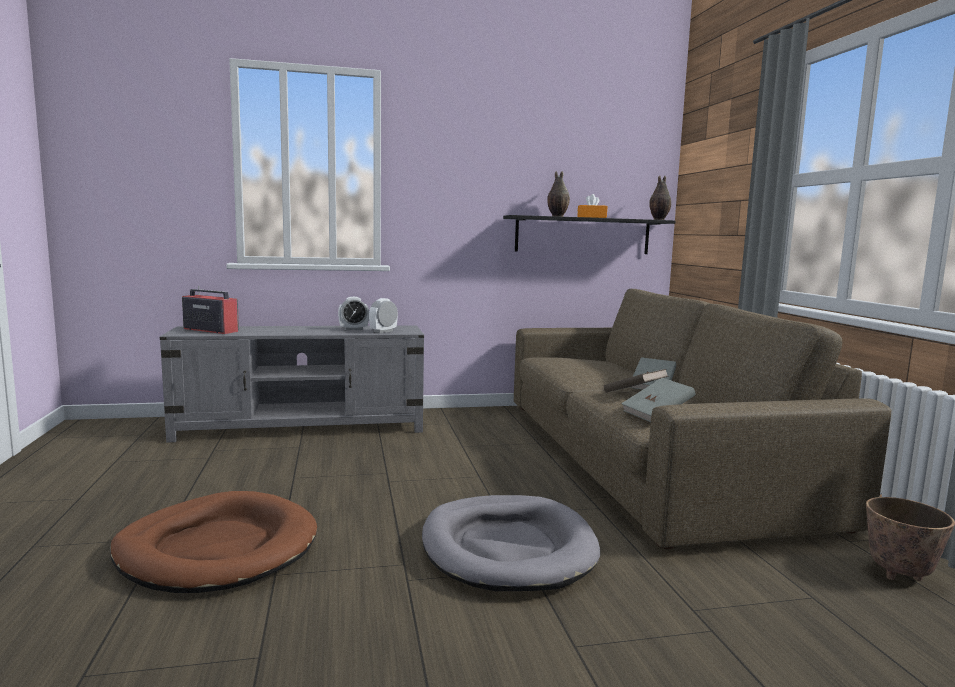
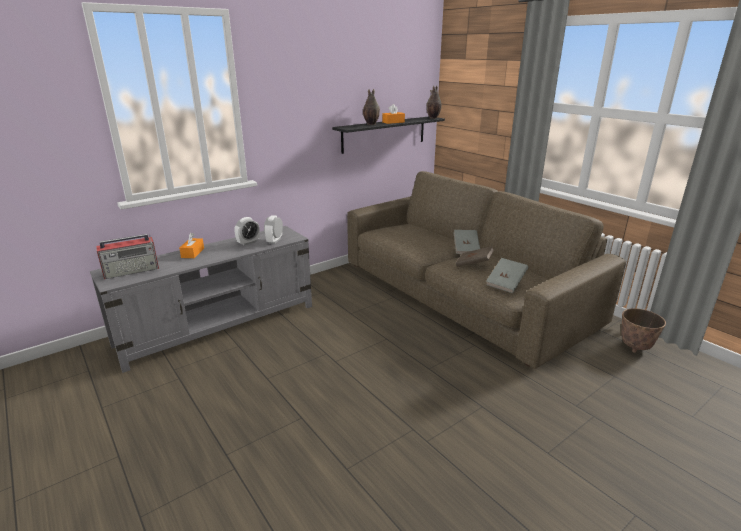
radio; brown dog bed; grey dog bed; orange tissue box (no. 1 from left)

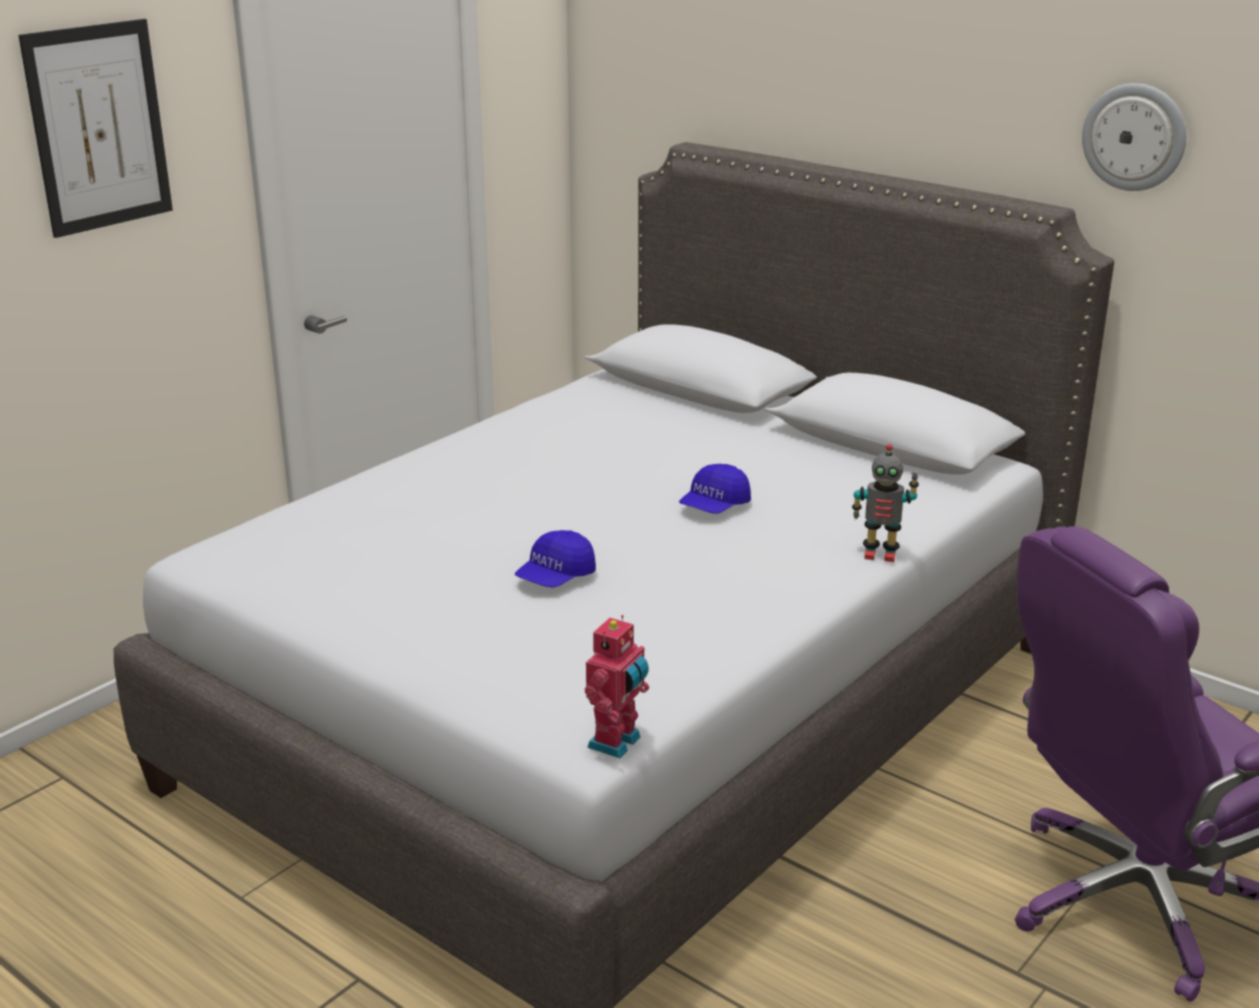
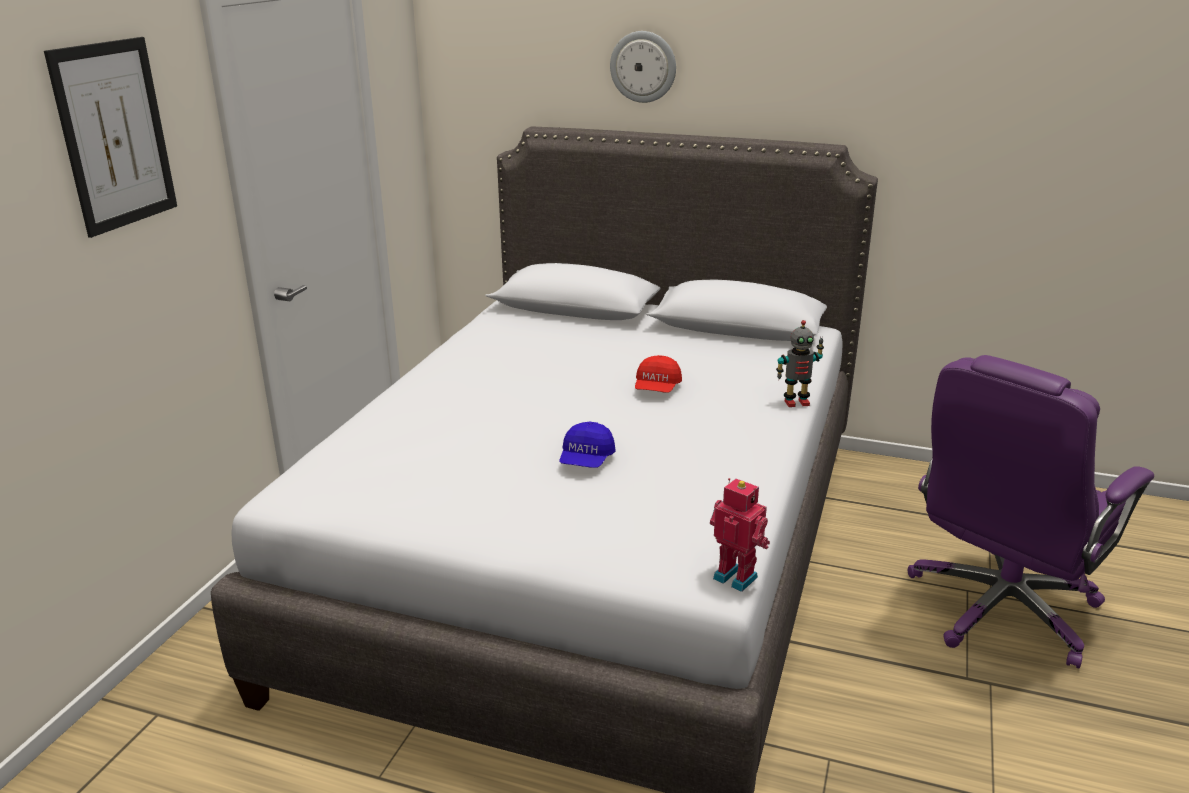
wall clock; red cap; toy robot (no. 1 from left)

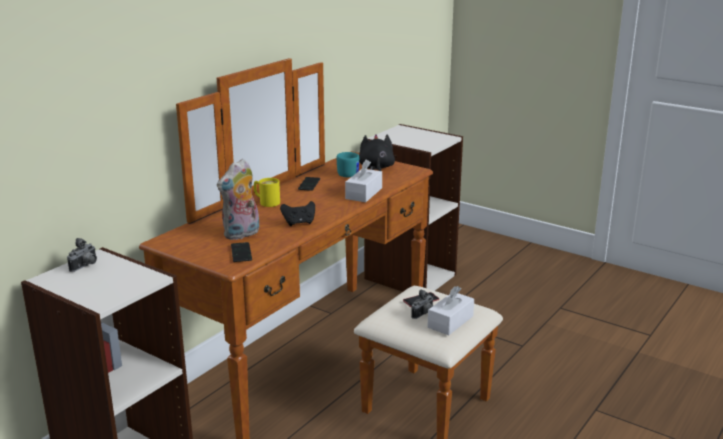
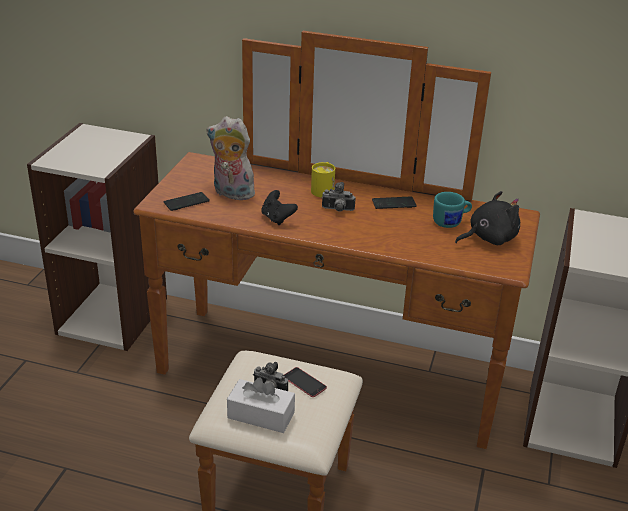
white tissue box (no. 1 from left in the first image); photo camera (no. 2 from left)

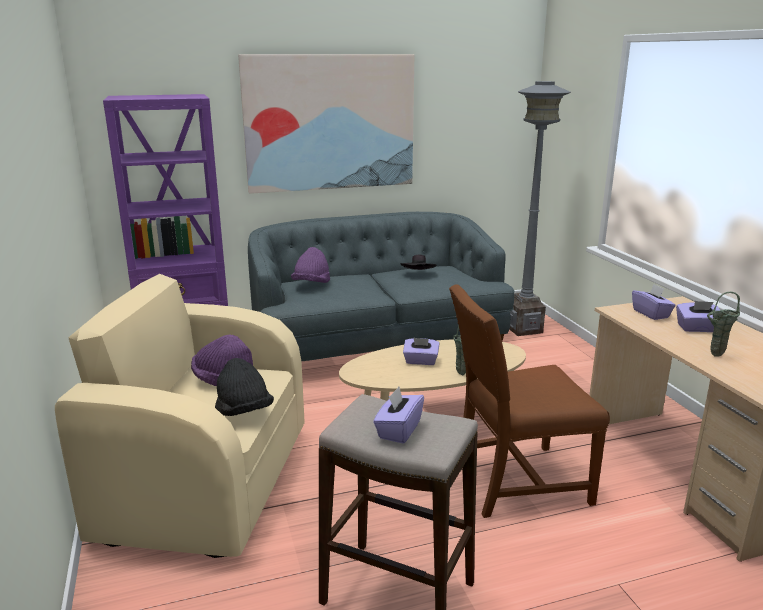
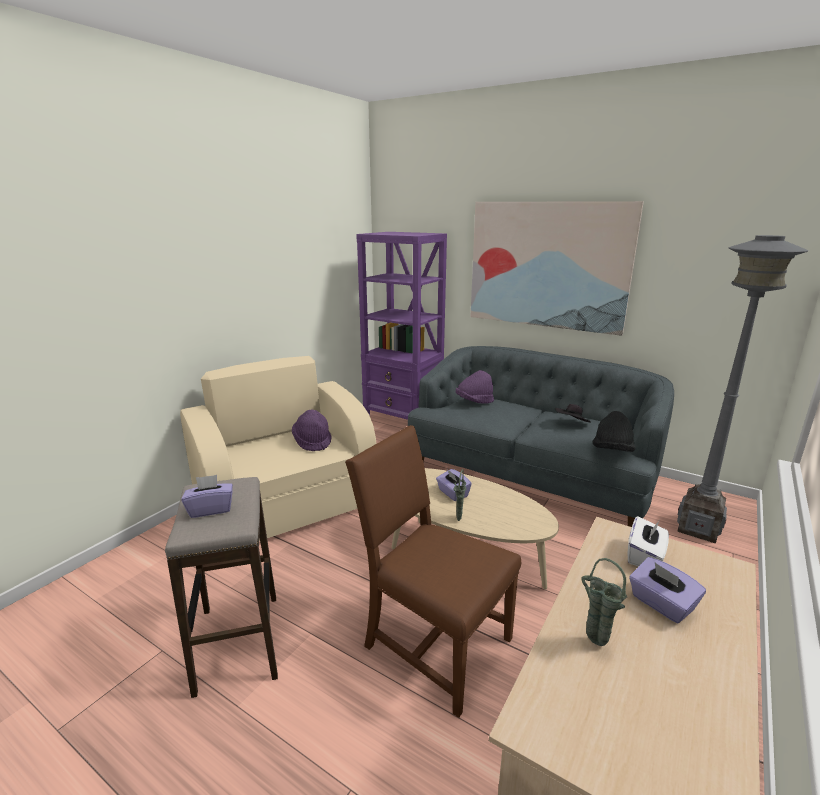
white tissue box; black hat (no. 2 from left)

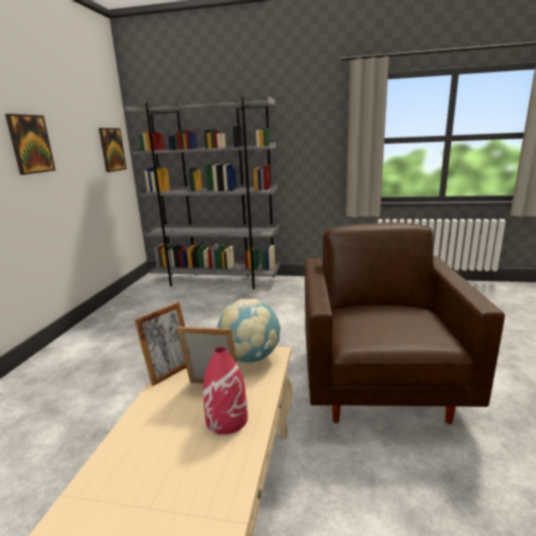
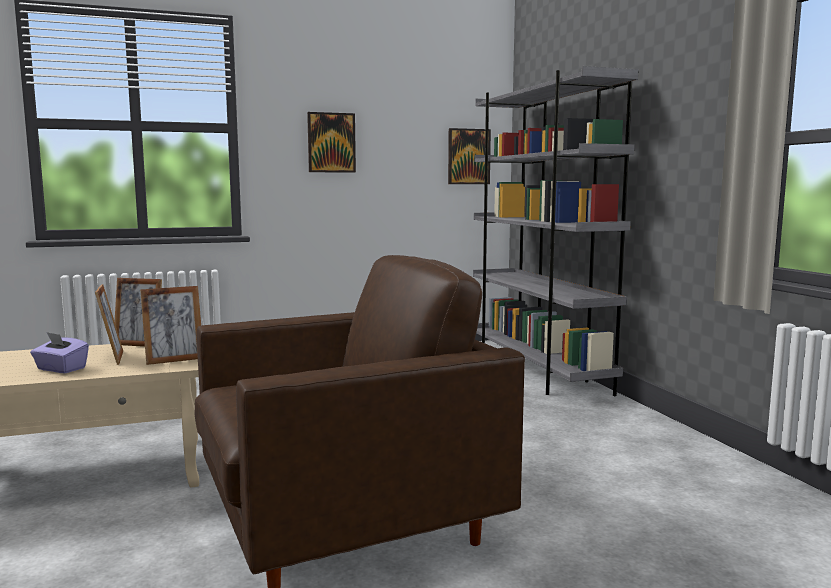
picture frame (no. 3 from left); purple tissue box

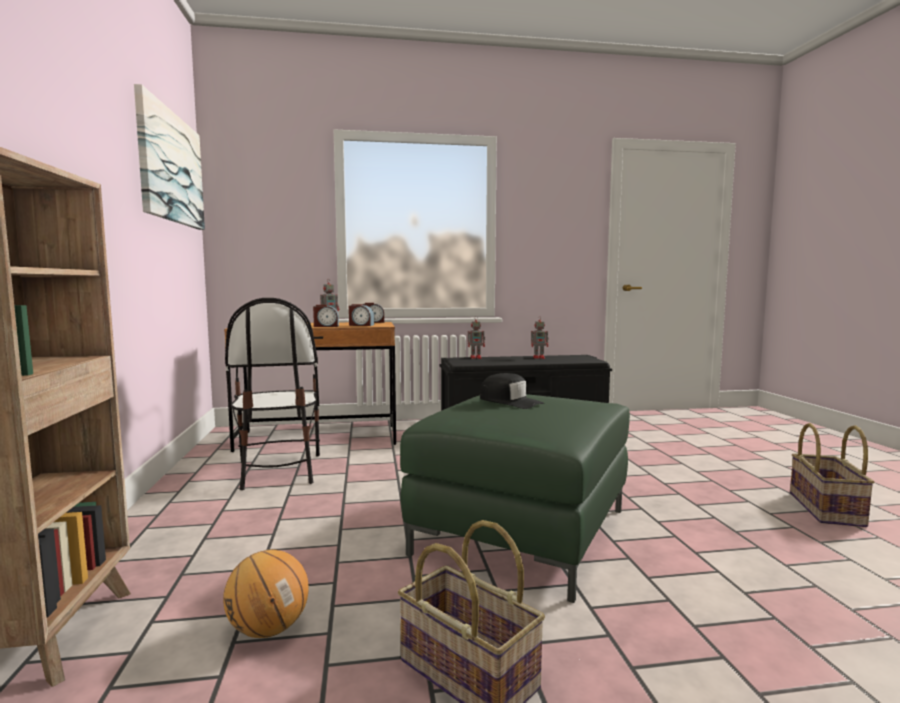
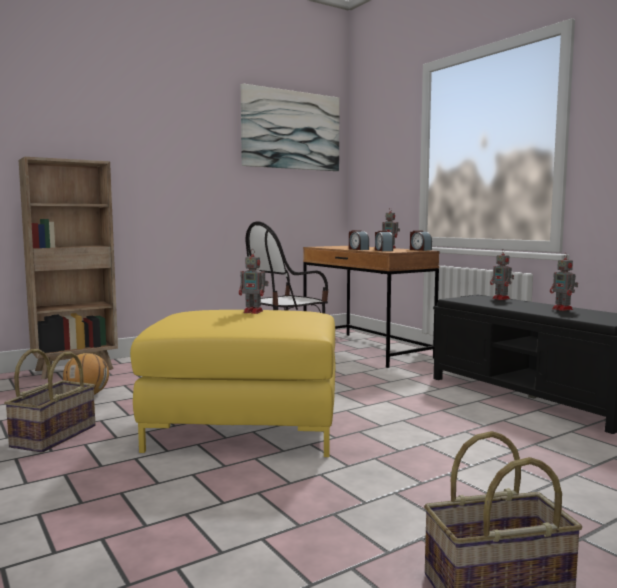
toy robot (no. 1 from left); yellow ottoman

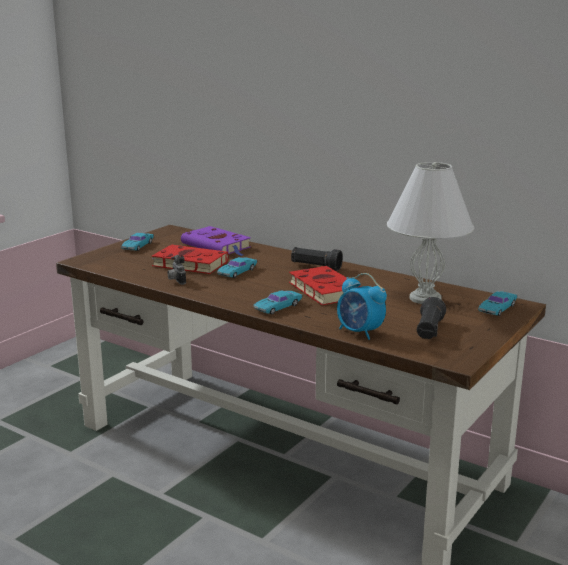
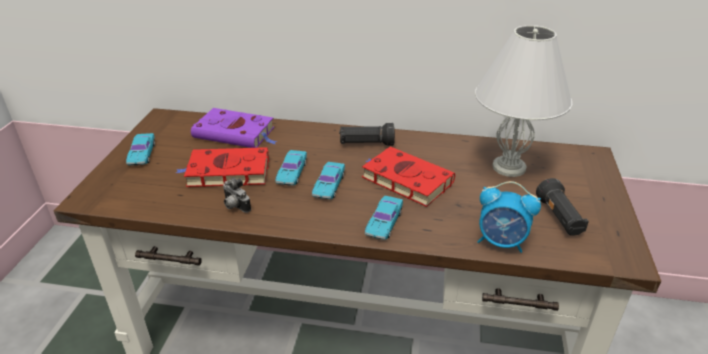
turquoise toy car (no. 3 from left)

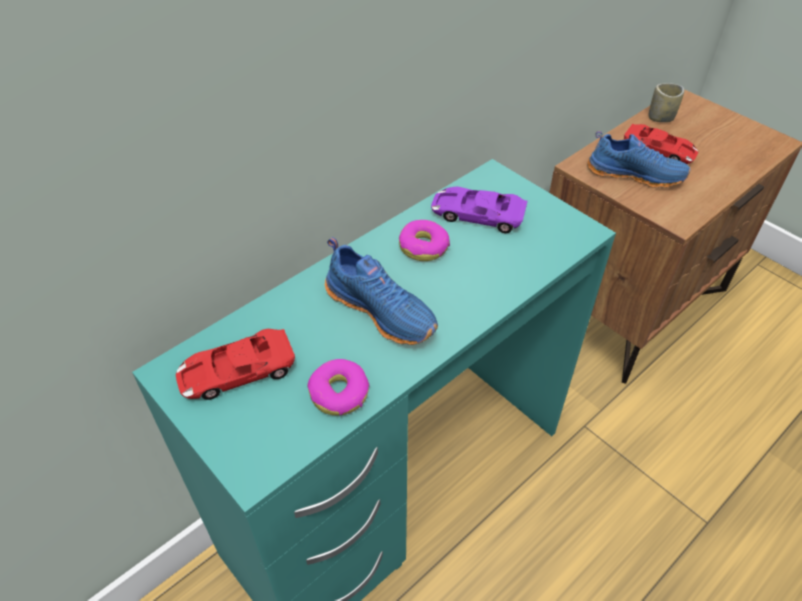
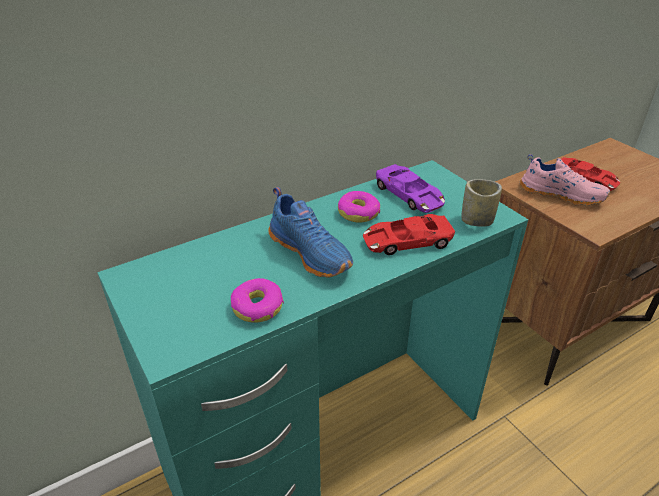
cup; pink shoe; purple toy car; red toy car (no. 1 from left)

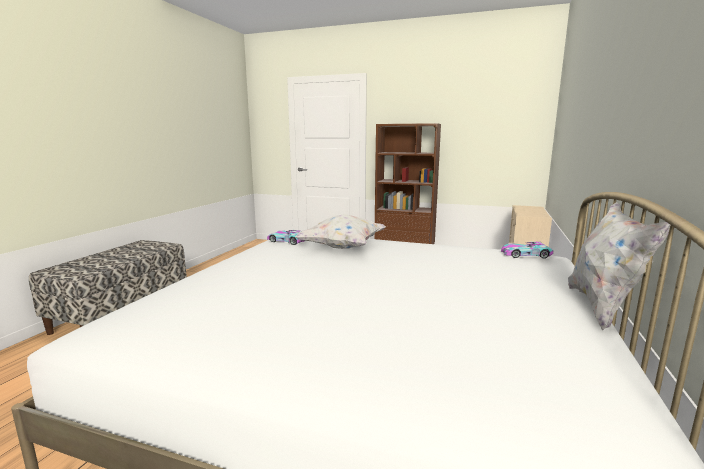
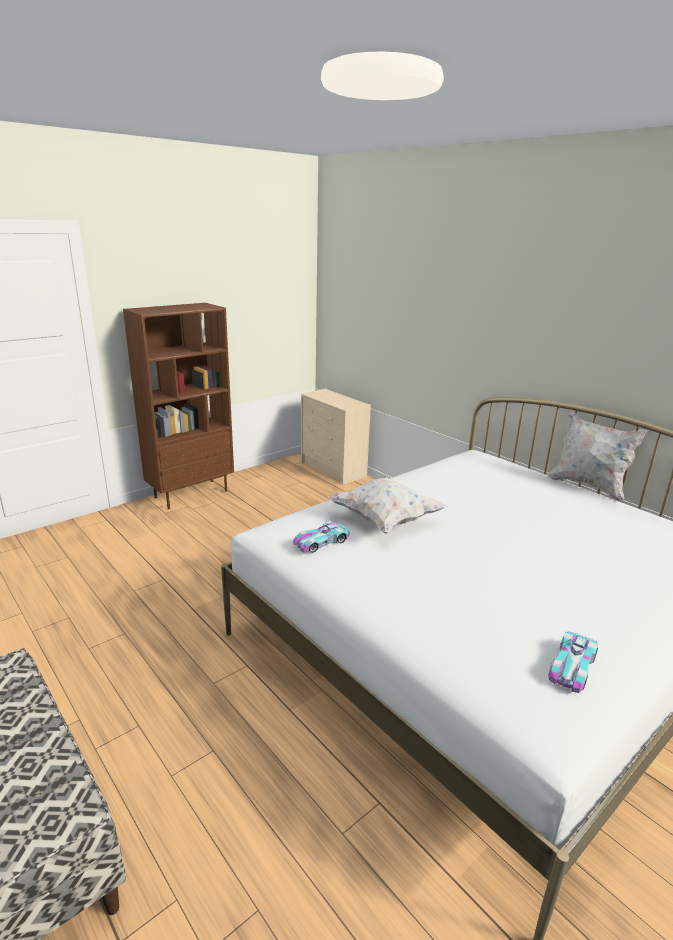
toy car (no. 2 from left)

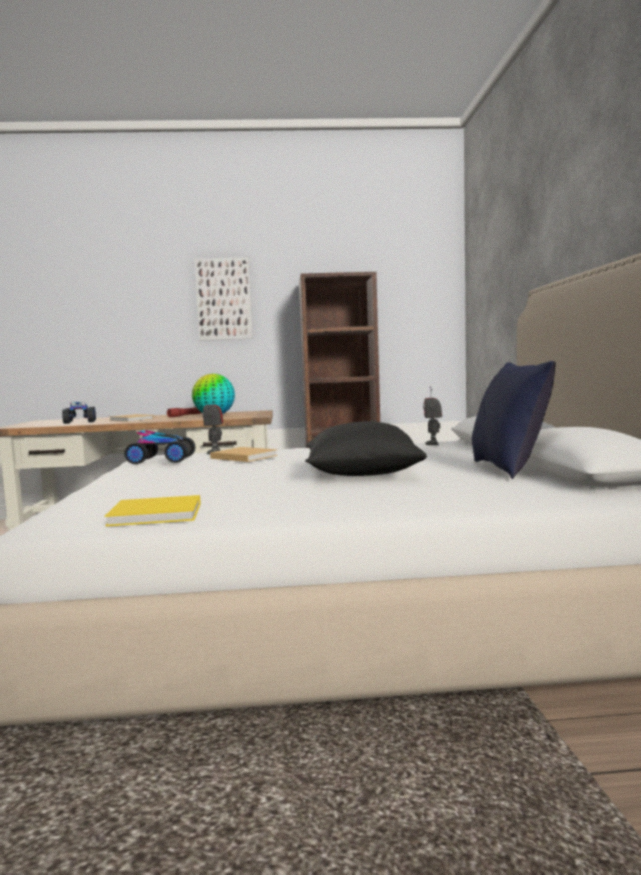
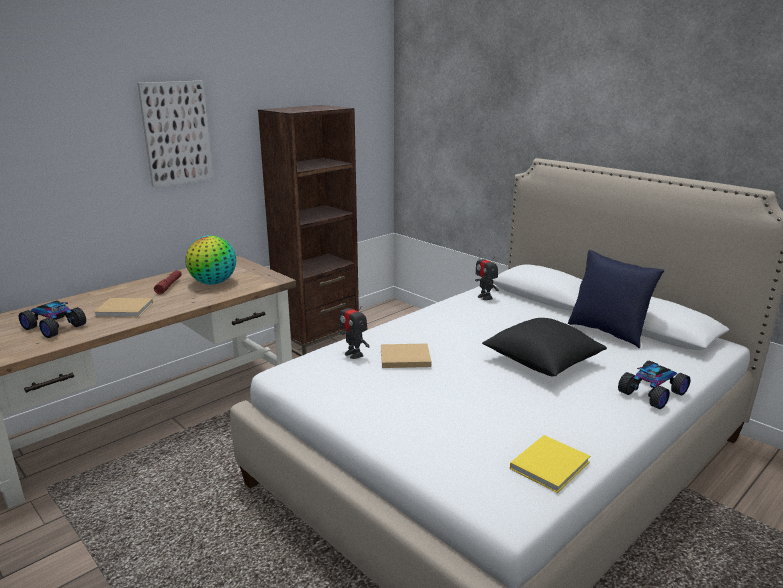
toy car (no. 2 from left)

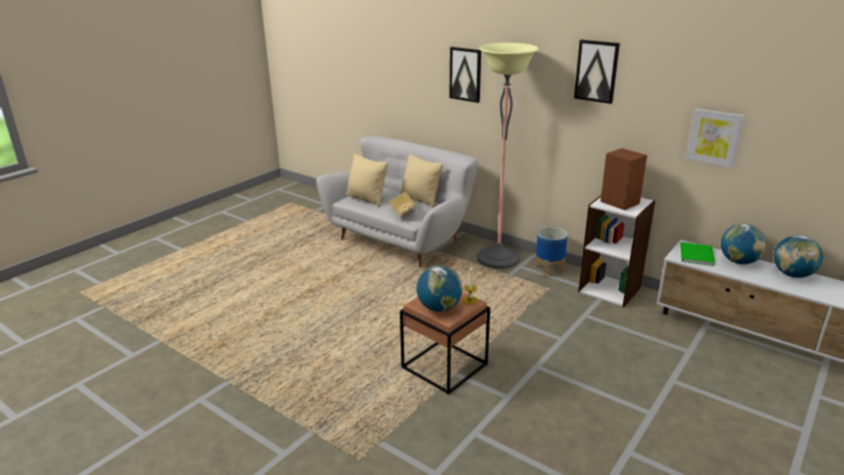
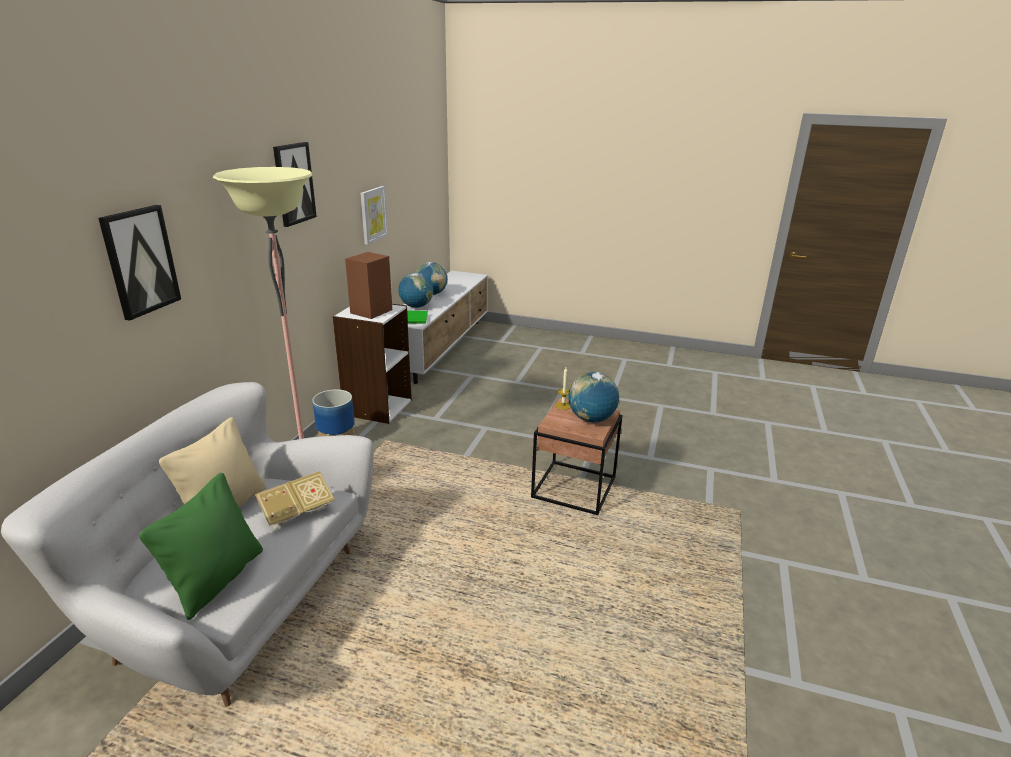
green pillow

